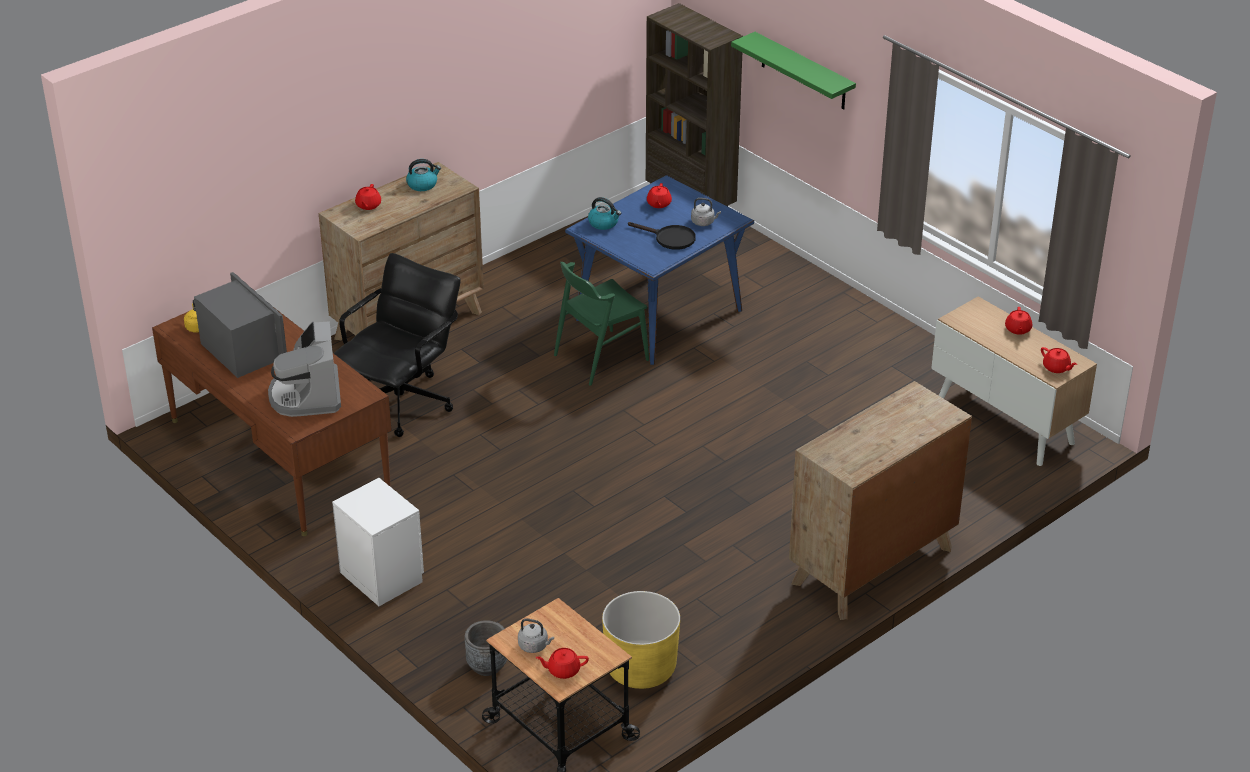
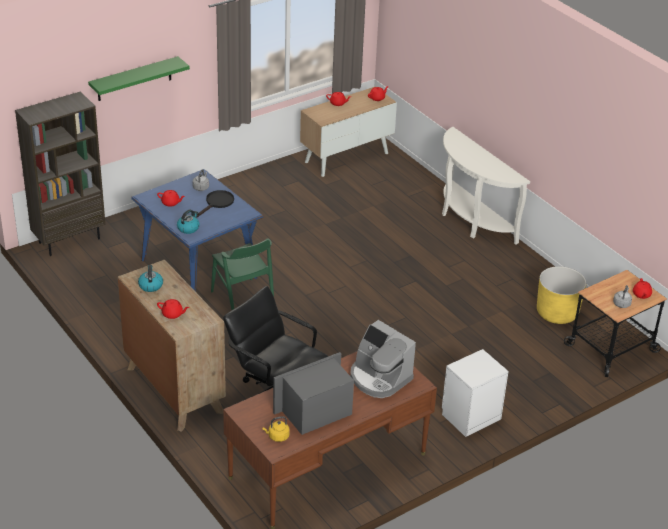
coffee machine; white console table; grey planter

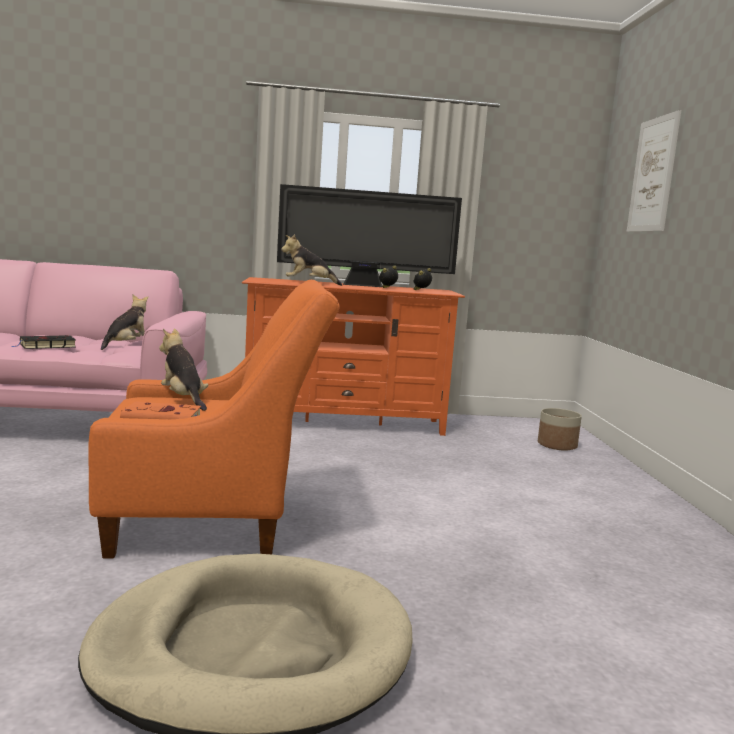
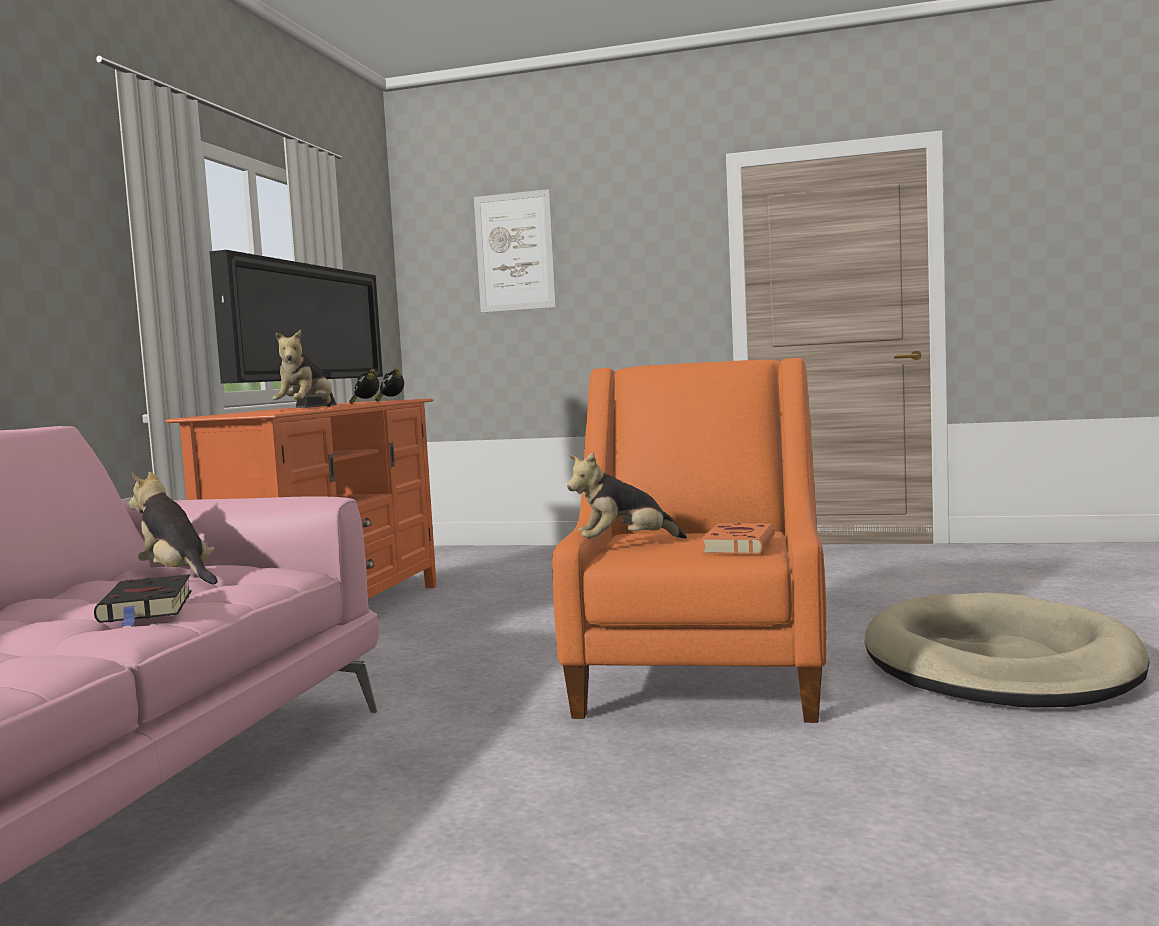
planter

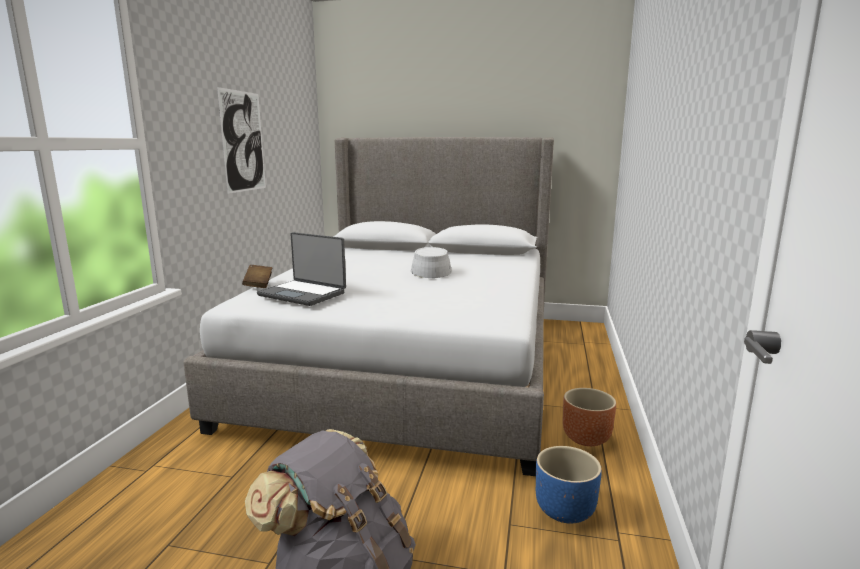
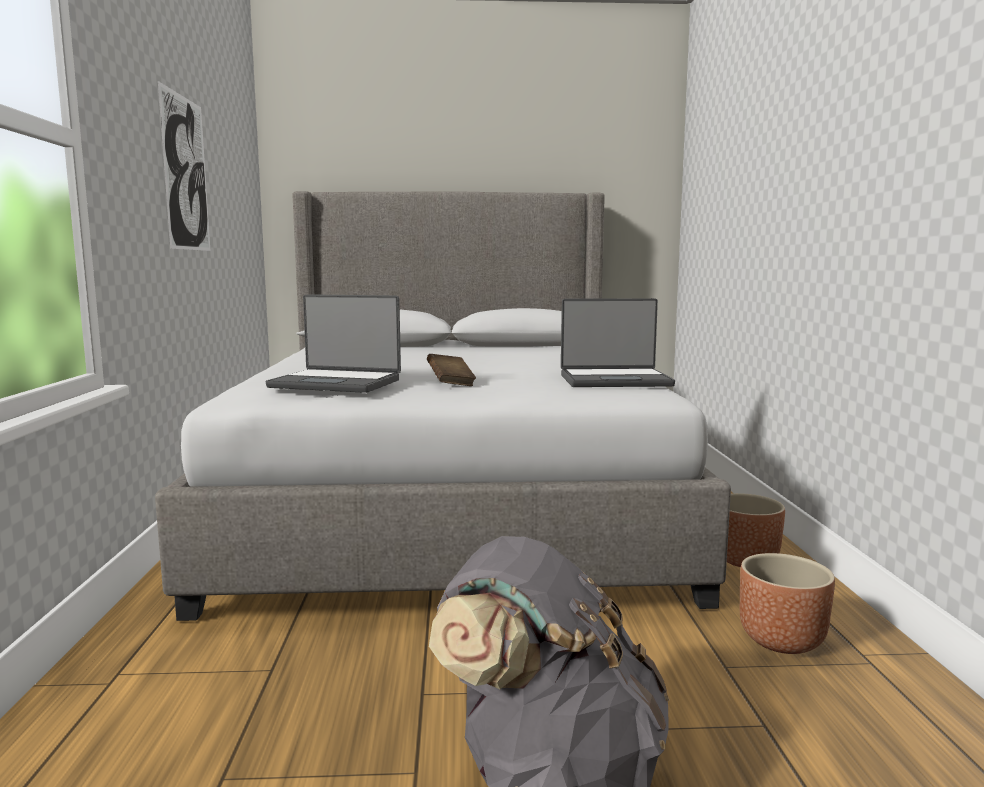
grey hat; brown book; brown planter (no. 2 from left); laptop (no. 2 from left)

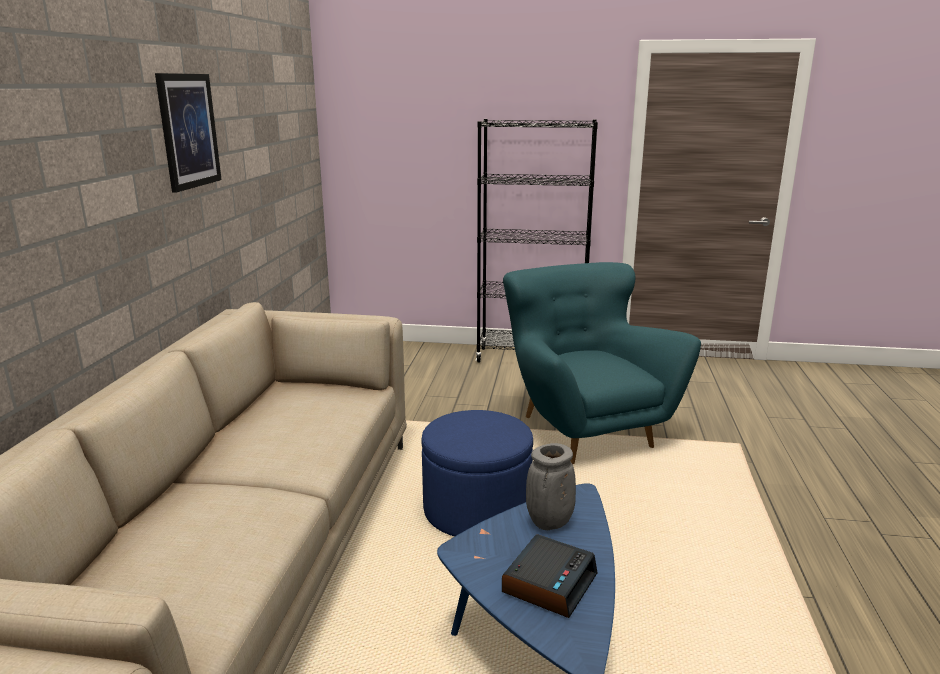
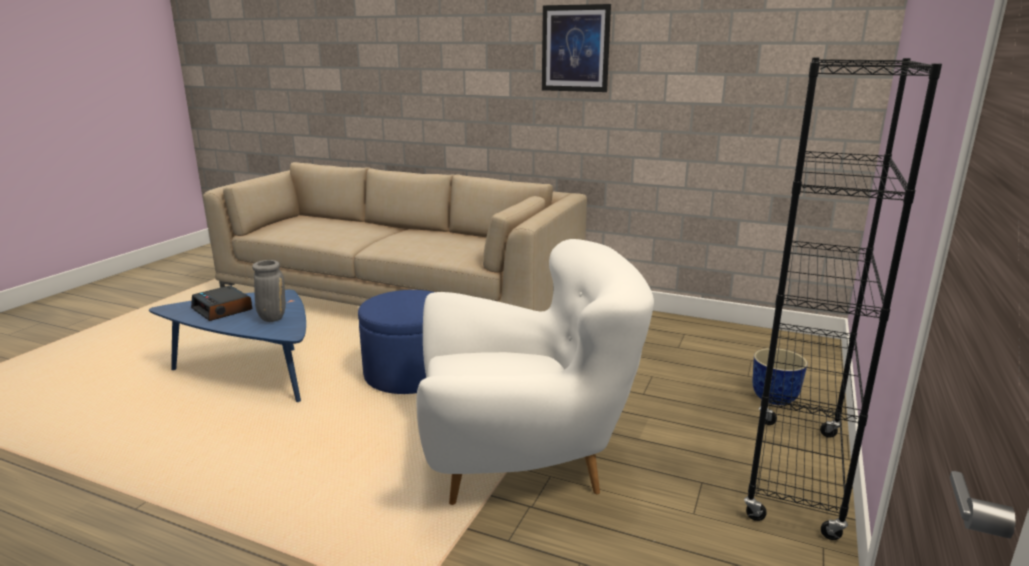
white armchair; planter

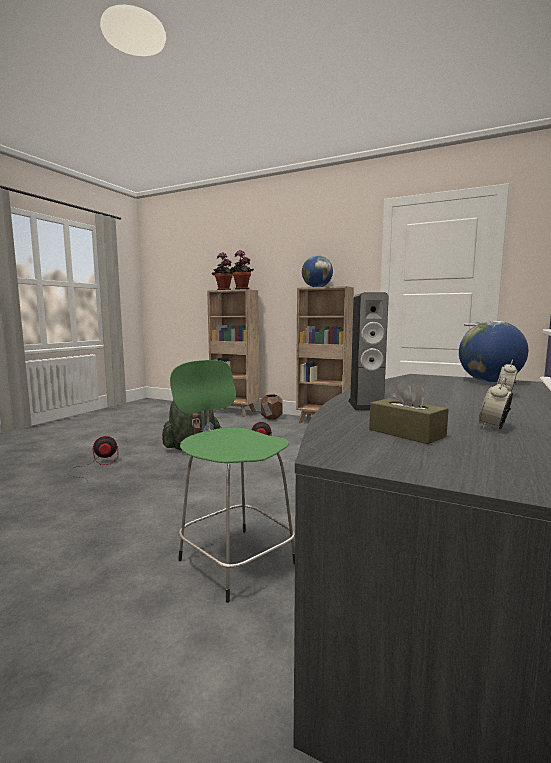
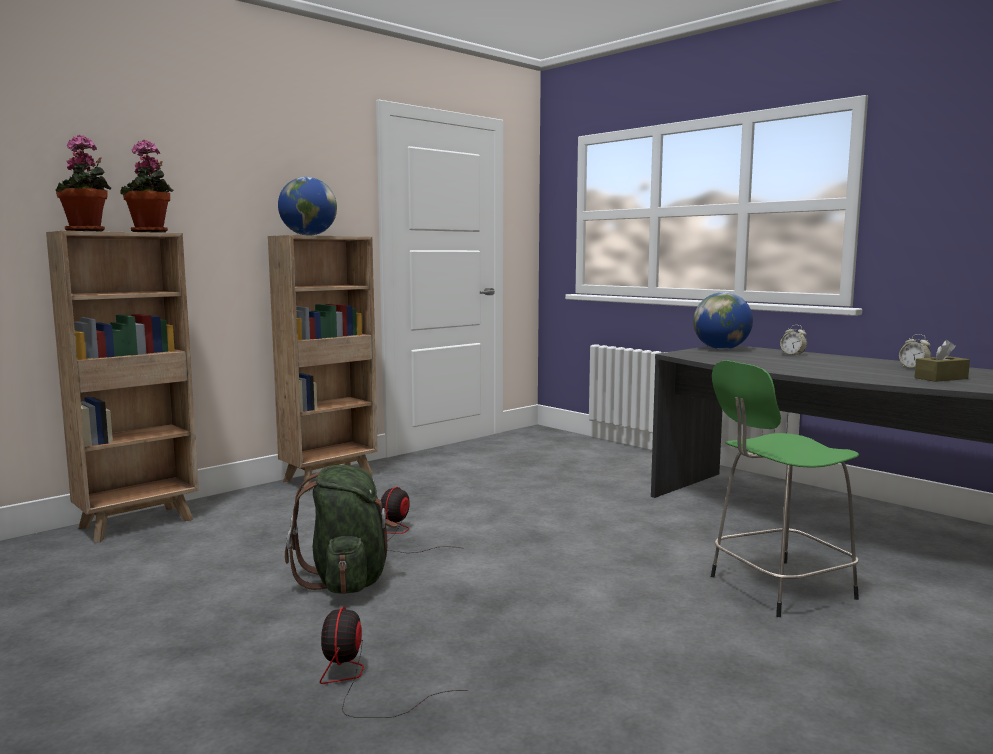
speaker; brown planter

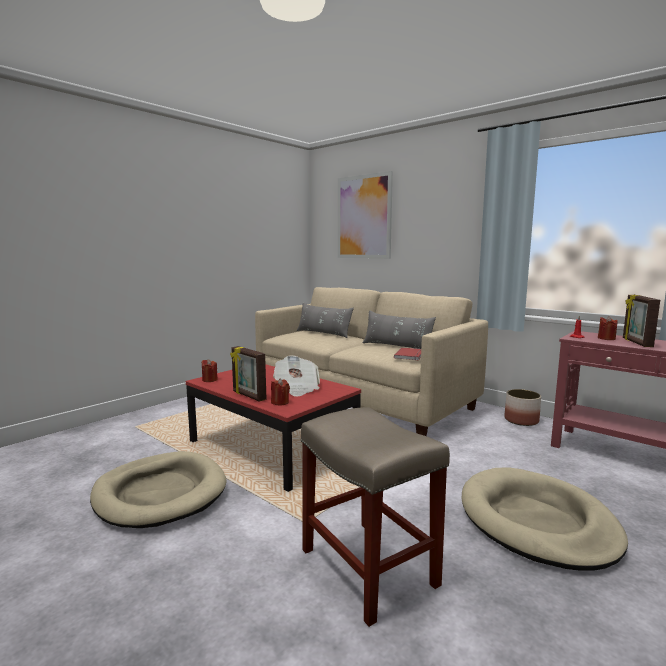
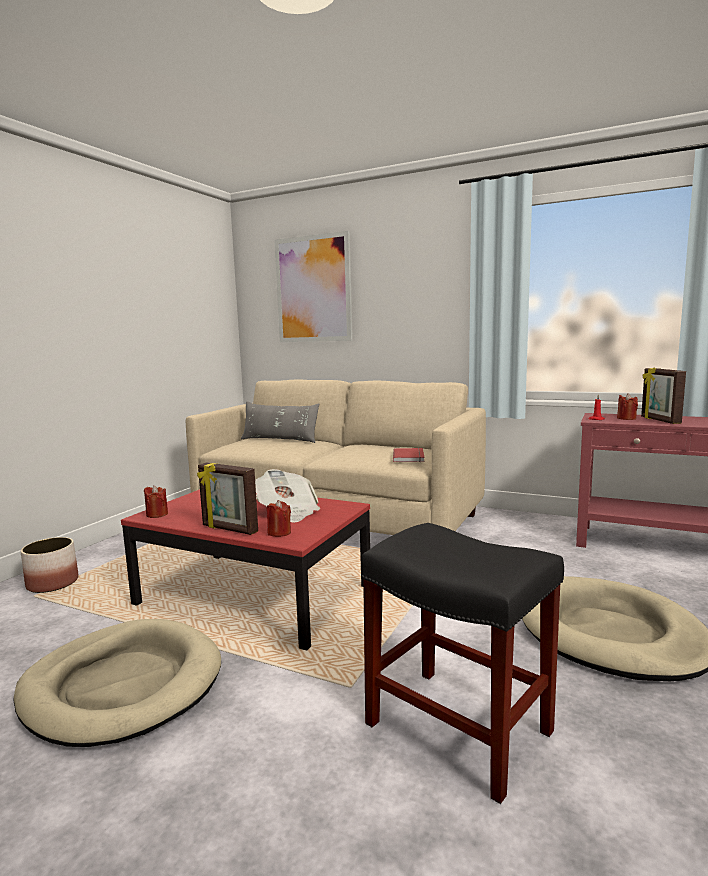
grey pillow (no. 2 from left in the first image); planter; black stool

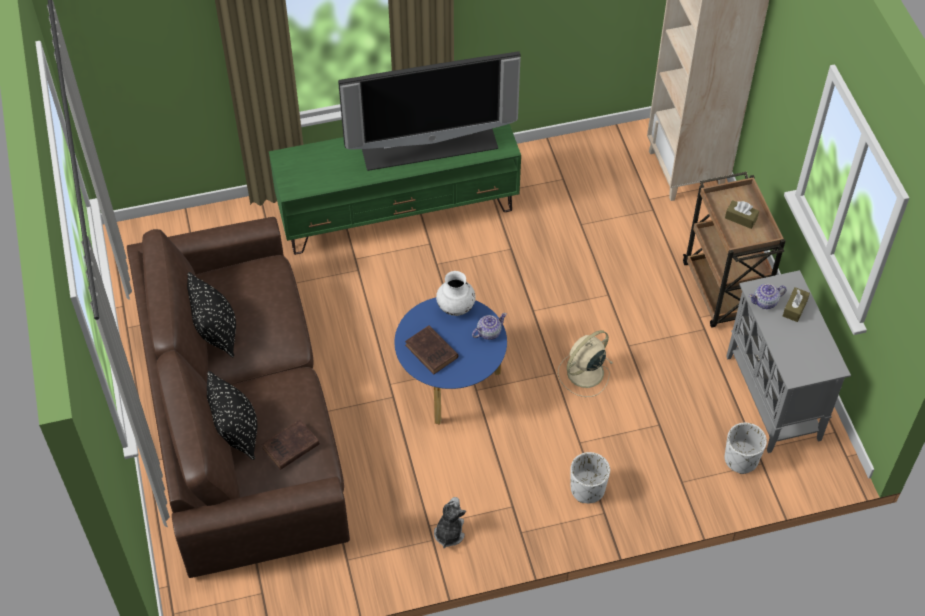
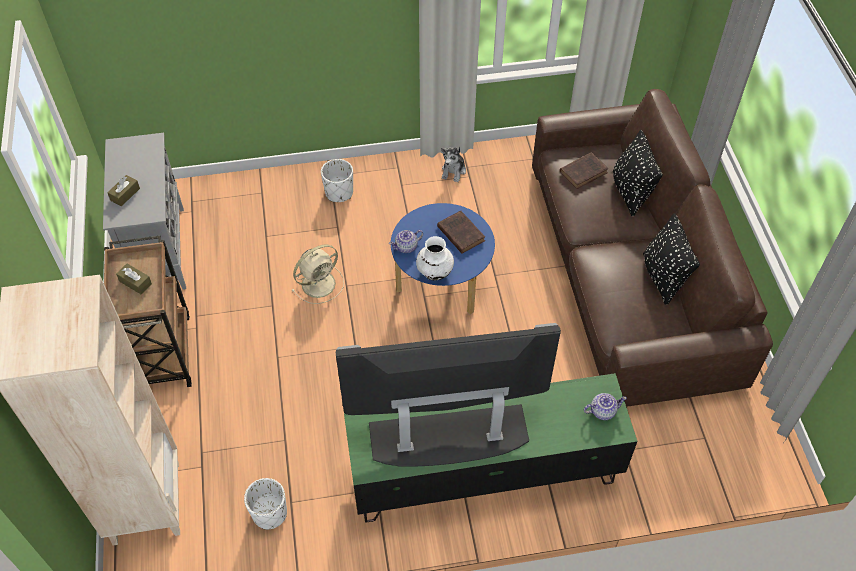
teapot (no. 2 from left); white planter (no. 1 from left)

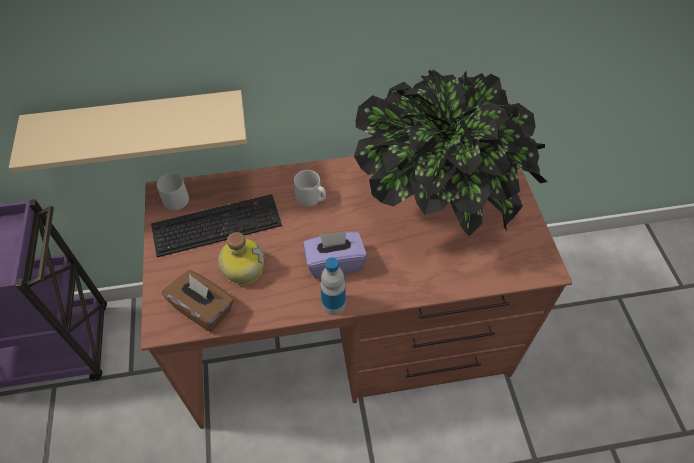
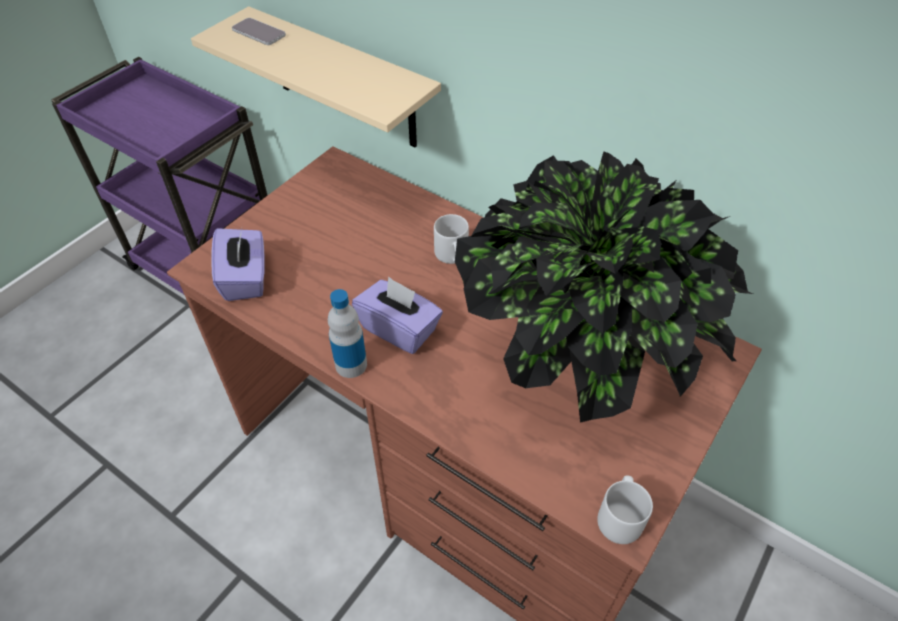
grey mug (no. 2 from left); keyboard; bottle (no. 1 from left in the first image); purple tissue box (no. 1 from left); phone

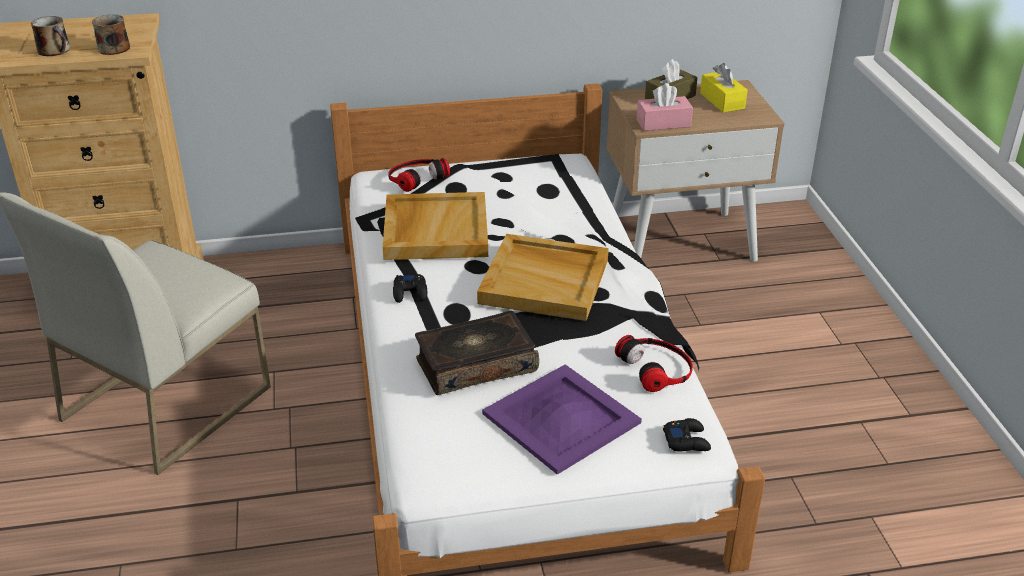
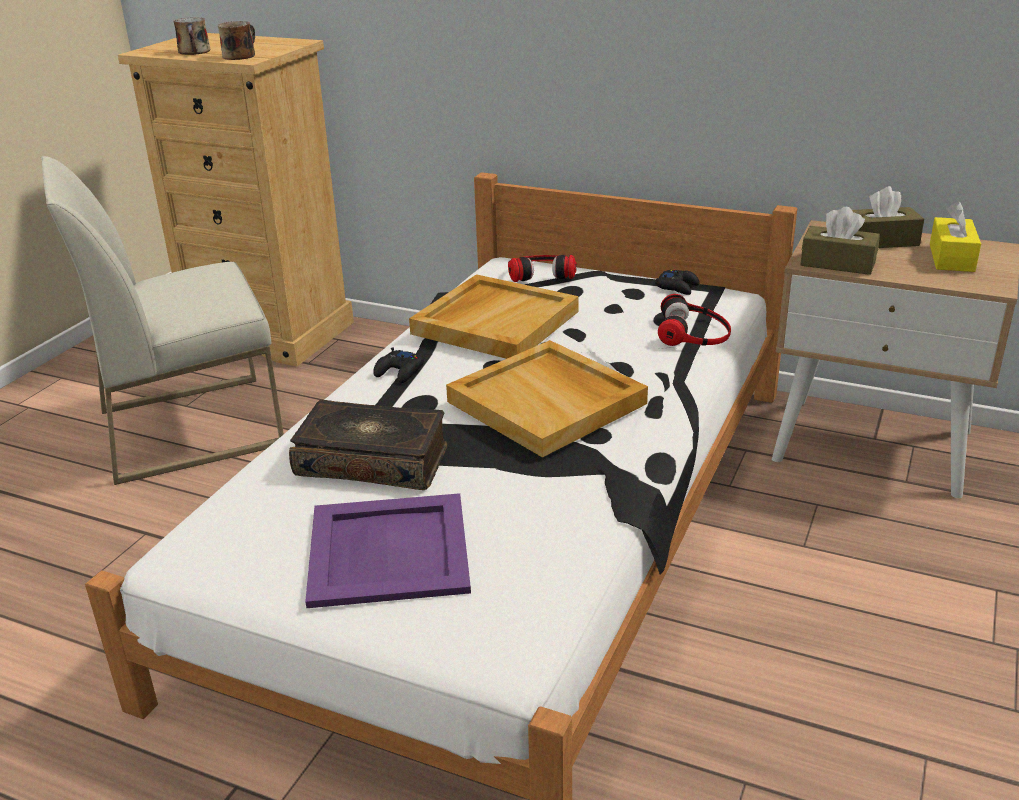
brown tissue box (no. 1 from left); headphones (no. 2 from left); black game controller (no. 2 from left)

